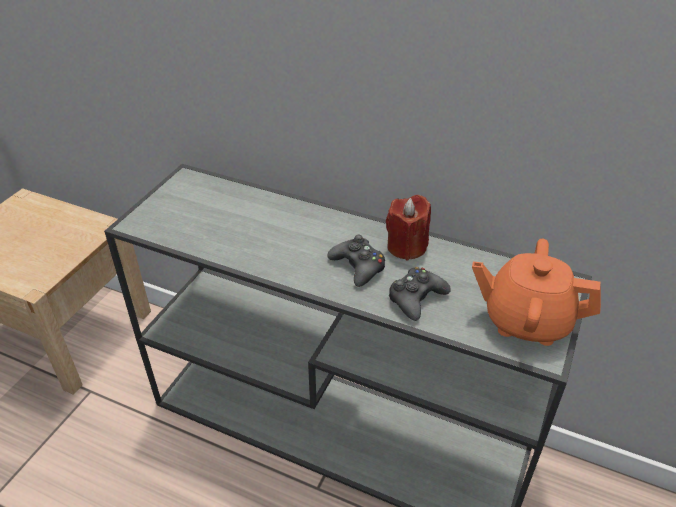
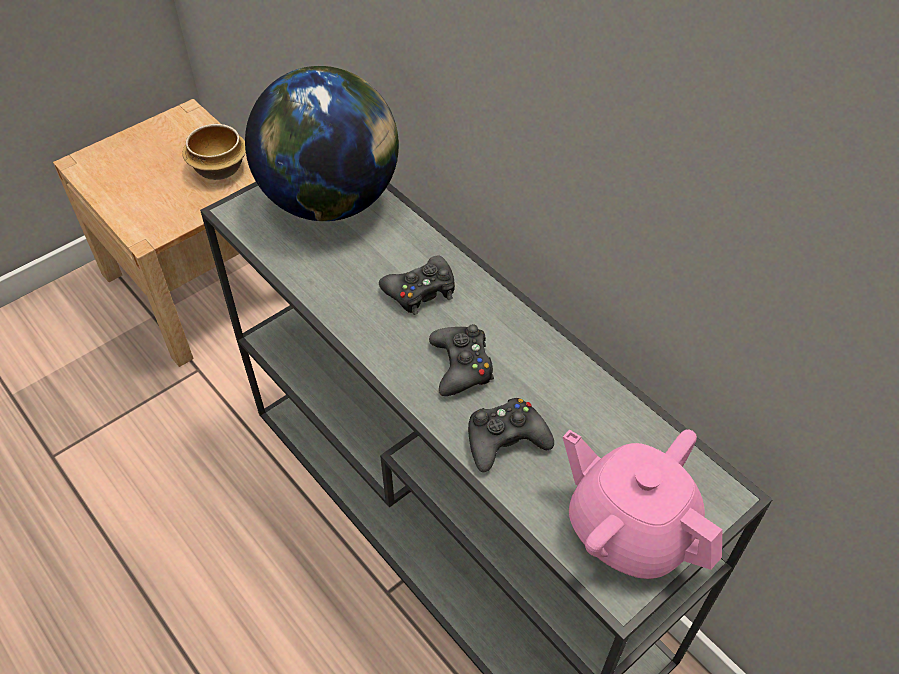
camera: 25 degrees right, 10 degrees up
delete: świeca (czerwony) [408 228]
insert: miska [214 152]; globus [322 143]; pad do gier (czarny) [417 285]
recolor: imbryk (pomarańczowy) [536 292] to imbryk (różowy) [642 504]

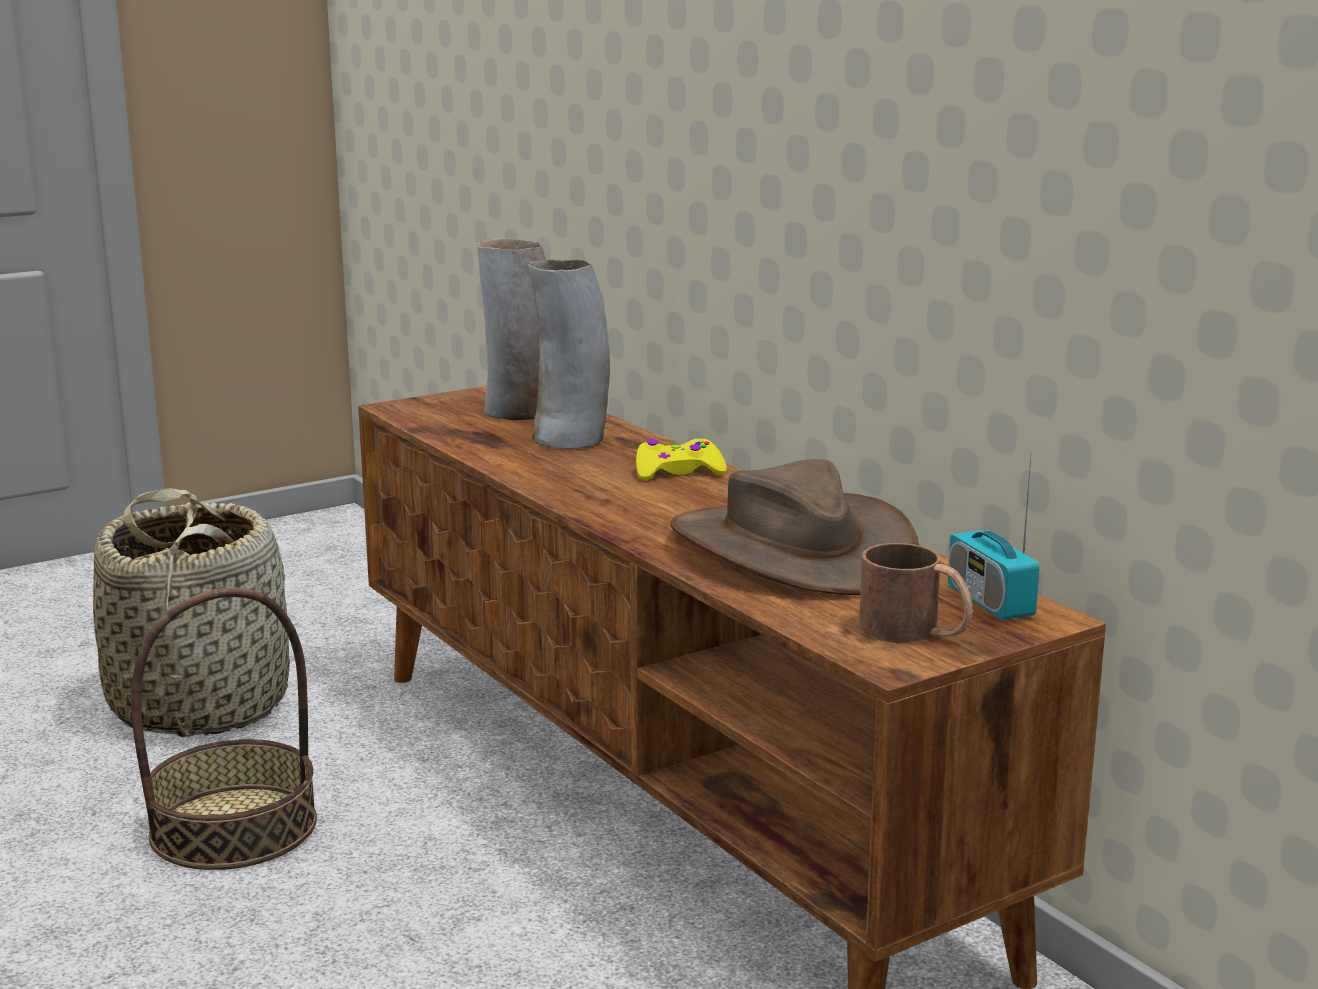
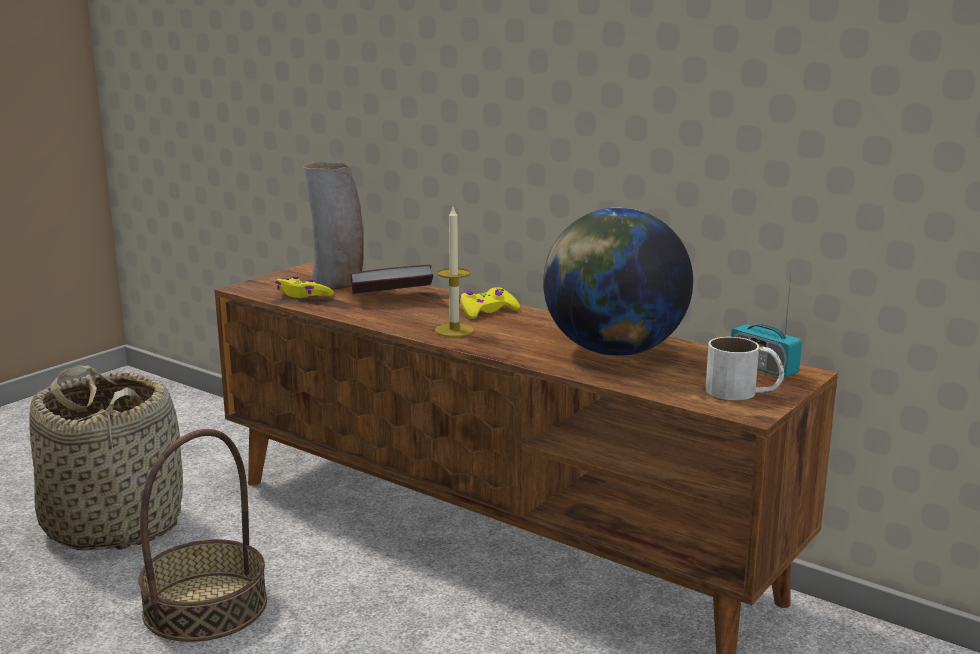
camera: 20 degrees left, 0 degrees up
insert: pad do gier (żółty) [304 287]; świeca [454 272]
replace: wazon [568 354] to książka [391 279]; kapelusz (brązowy) [794 527] to globus [618 282]
recolor: kubek (brązowy) [916 593] to kubek (biały) [744 368]

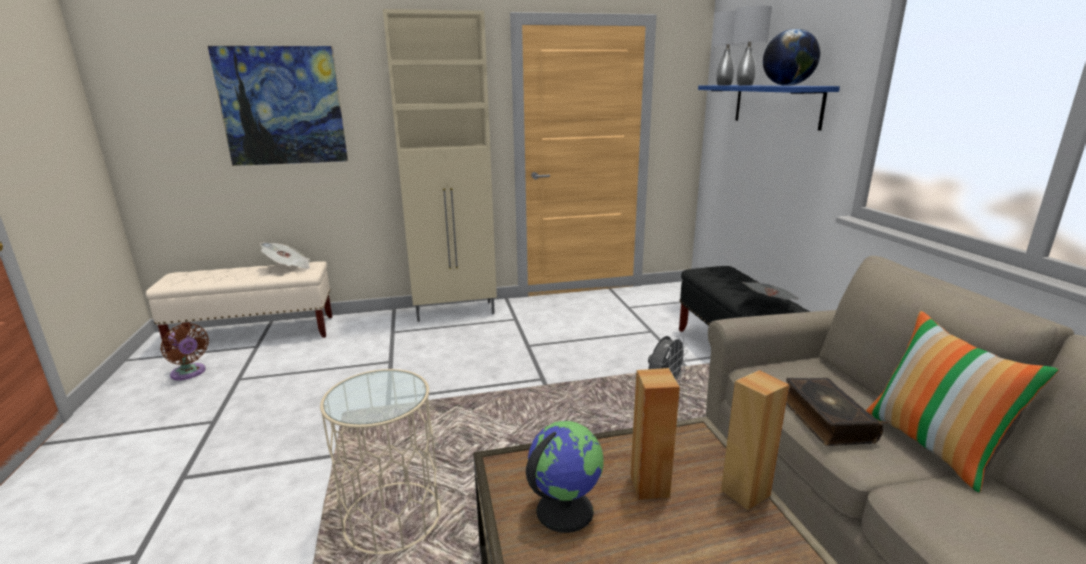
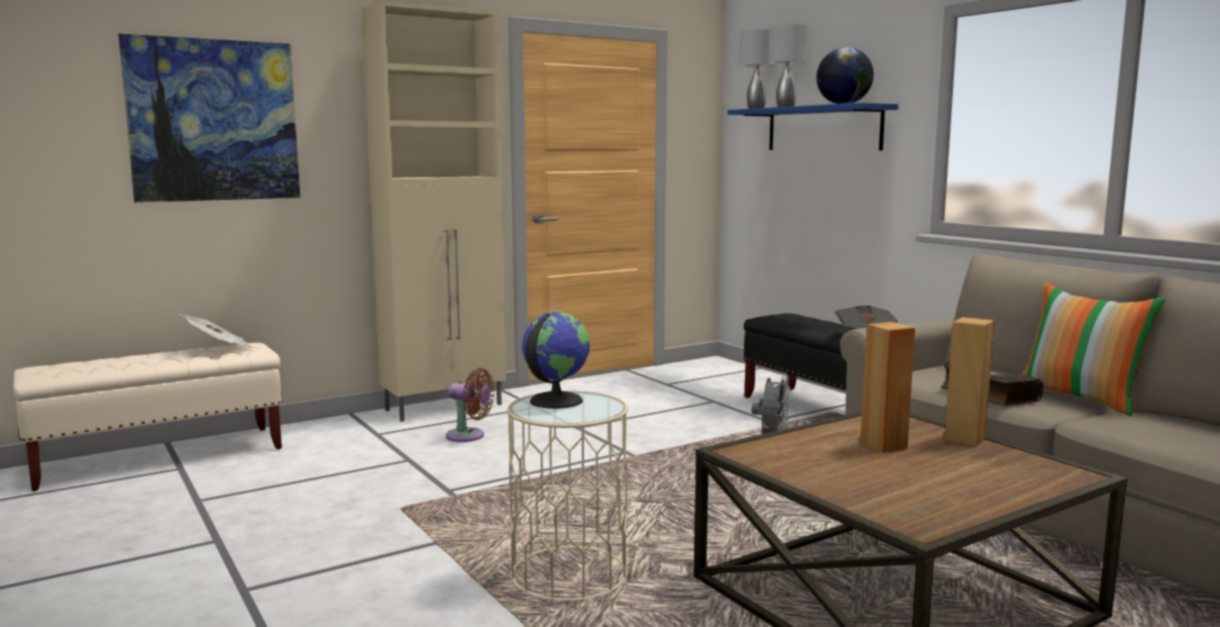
camera: 20 degrees left, 10 degrees down
move: wentylator (brązowy) [185 351] to [470 405]; globus [565 477] to [556 360]

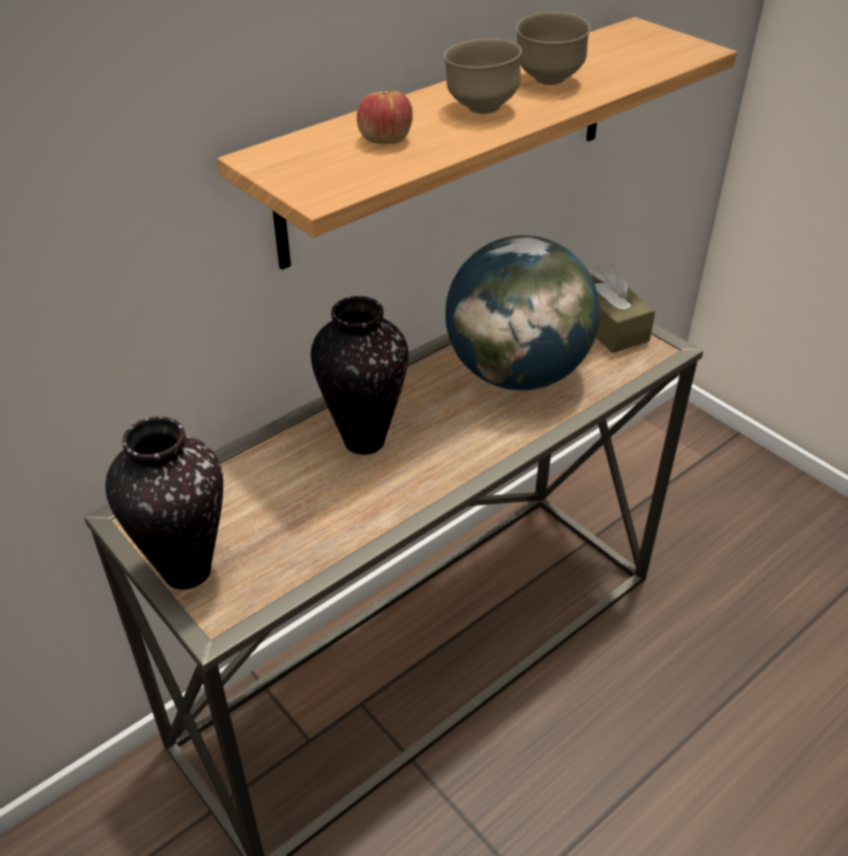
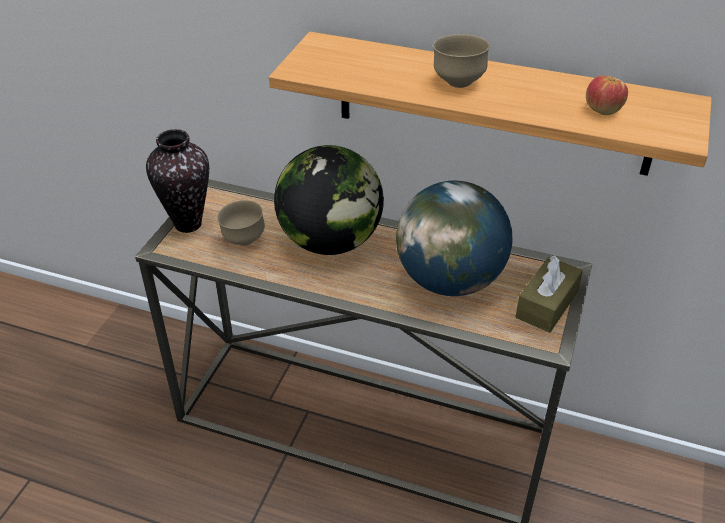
camera: 60 degrees right, 0 degrees up
move: jabłko [385 117] to [607 95]; miska (brązowy) [553 48] to [241 223]
replace: wazon [359 375] to globus [329 200]

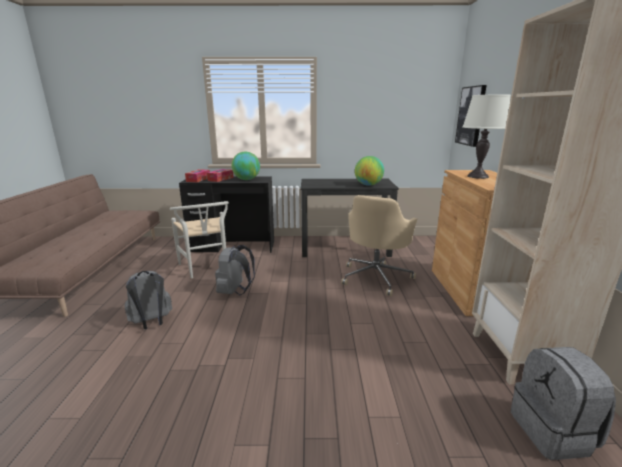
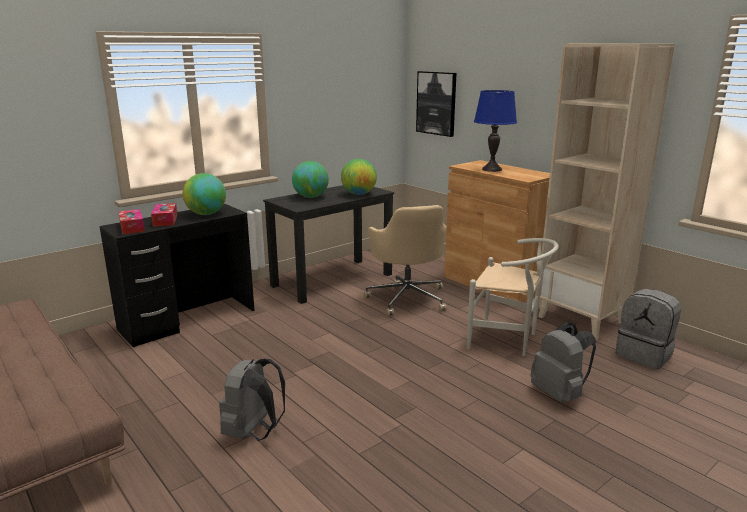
camera: 40 degrees left, 0 degrees up
insert: globus [310 179]
move: krzesło (biały) [199 239] to [513 297]; plecak (szary) [235 270] to [563 363]
recolor: lampa stołowa (biały) [487 136] to lampa stołowa (niebieski) [495 131]

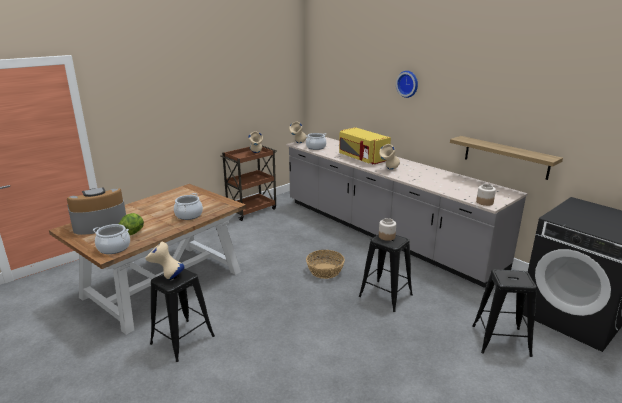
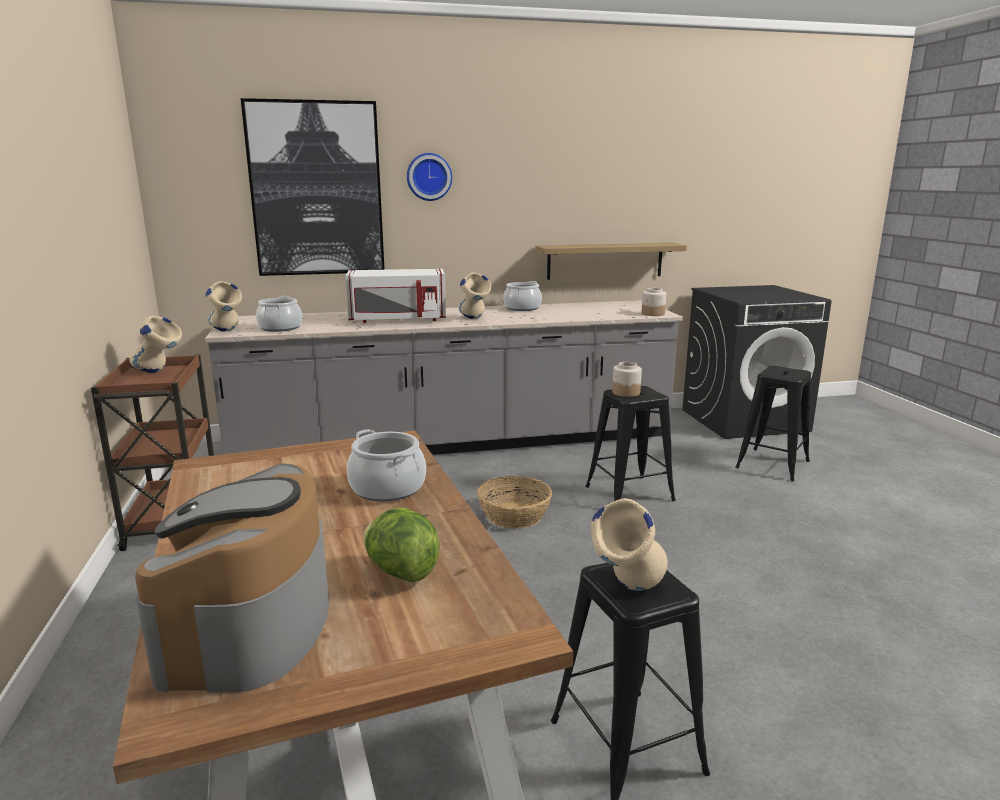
camera: 60 degrees left, 5 degrees down
insert: obraz [313 187]
move: garnek [111 239] to [522 296]
recolor: mikrofalówka (żółty) [365 145] to mikrofalówka (biały) [395 296]

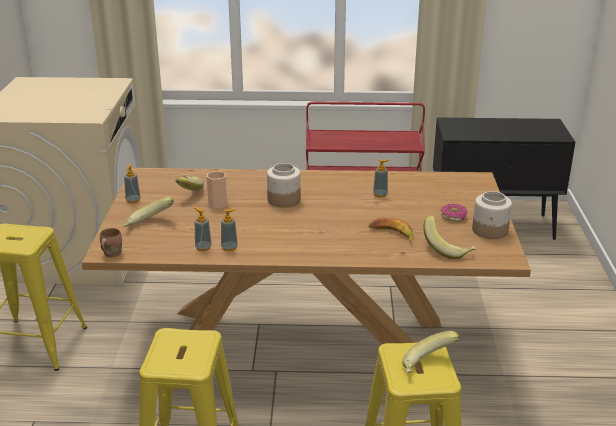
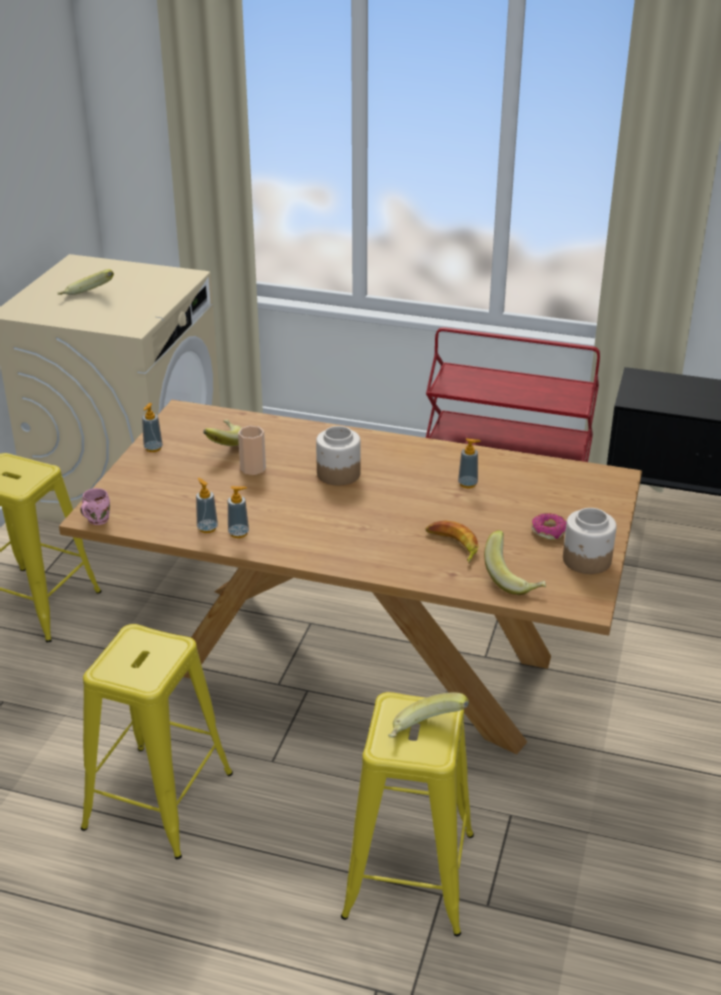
camera: 15 degrees right, 5 degrees up
move: banan [148 212] to [86 282]
recolor: kubek (brązowy) [111 242] to kubek (różowy) [95 506]

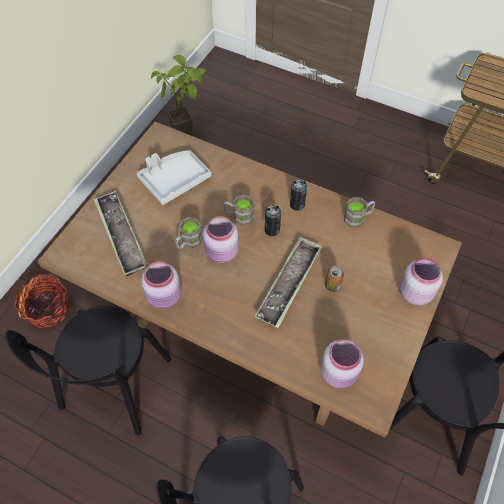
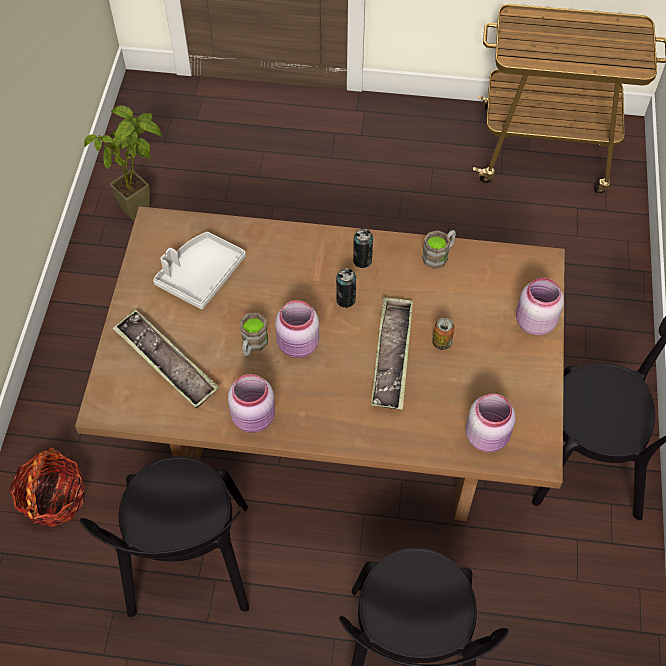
camera: 20 degrees left, 0 degrees up
delete: kubek (brązowy) [238 210]

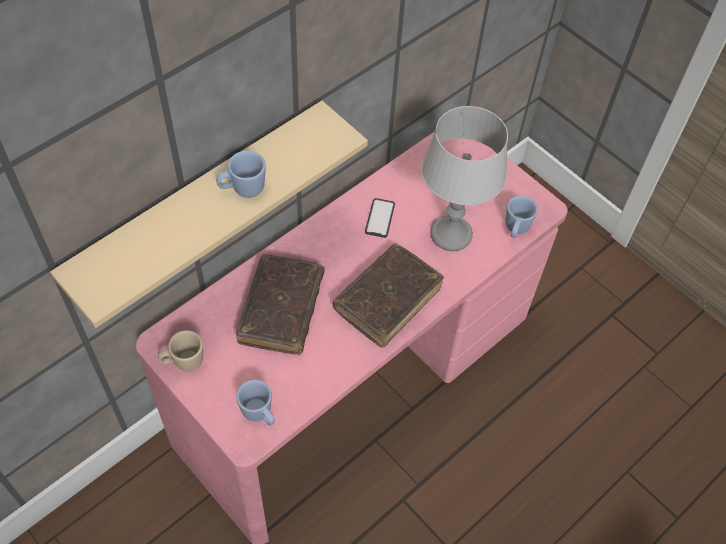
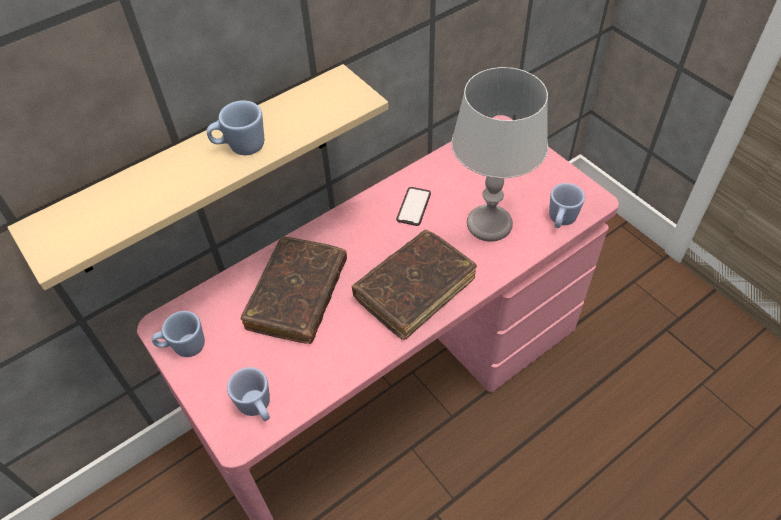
camera: 10 degrees right, 5 degrees down
recolor: kubek (beżowy) [180 350] to kubek (niebieski) [178 334]

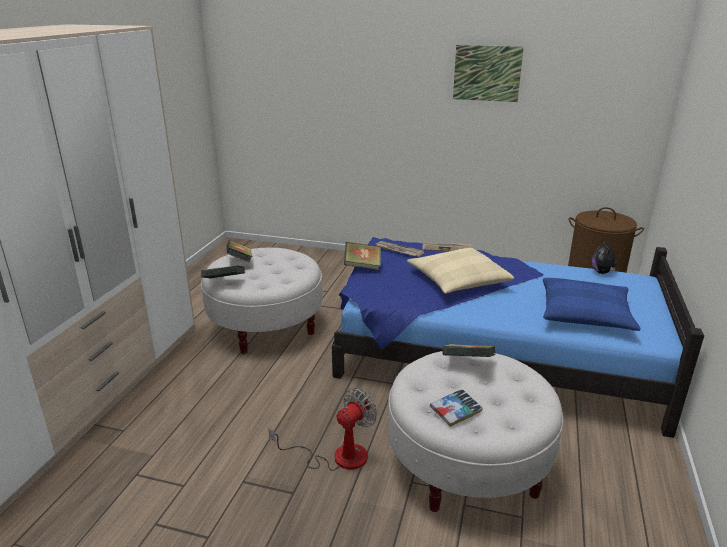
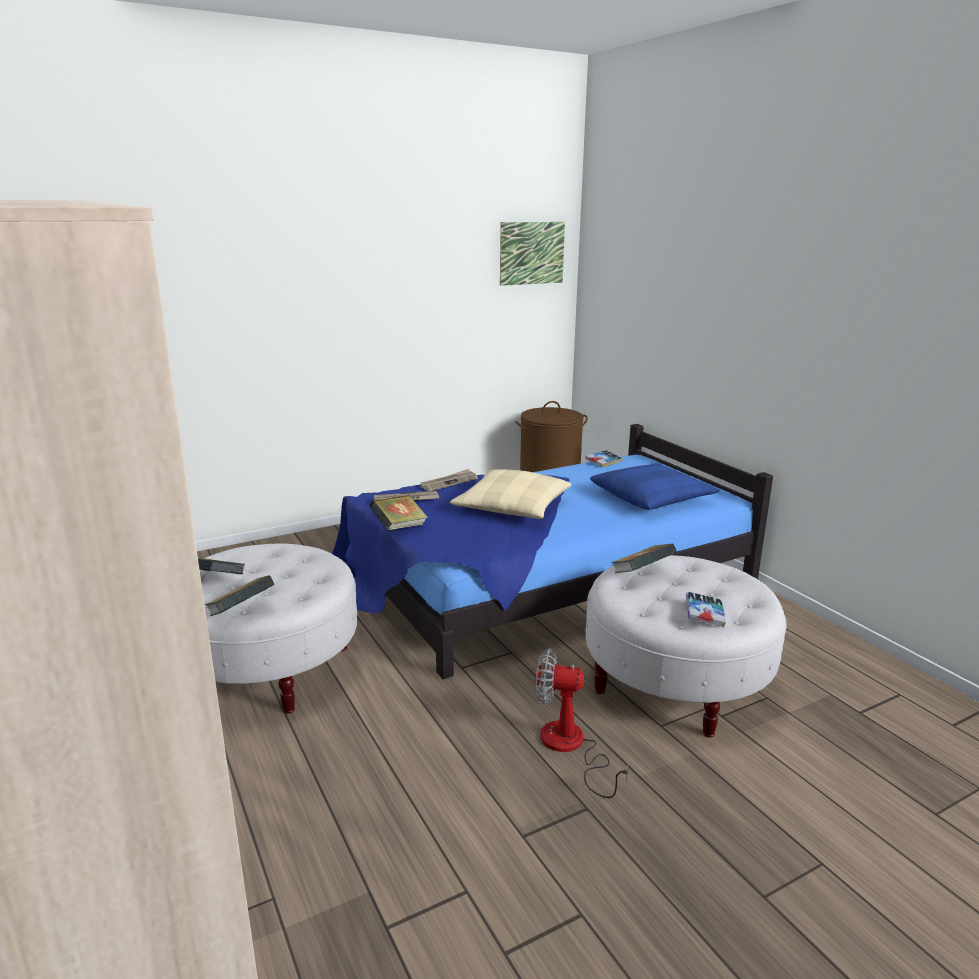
camera: 45 degrees left, 5 degrees down
move: obraz [488 73] to [532 254]
replace: pluszak [605 257] to książka [604 459]
rotate: wentylator [323 429] = [582 723] 75 degrees counterclockwise

